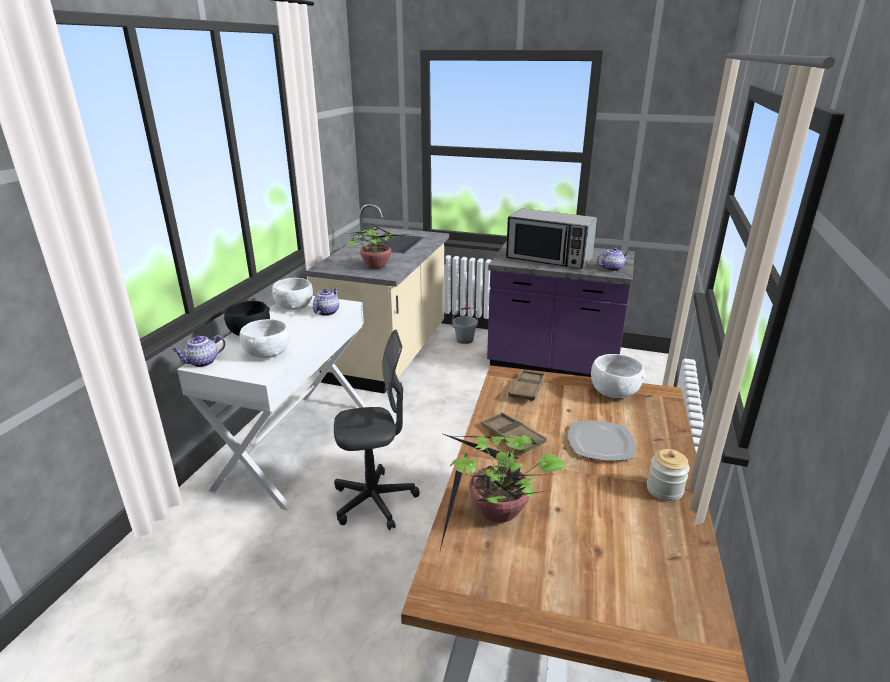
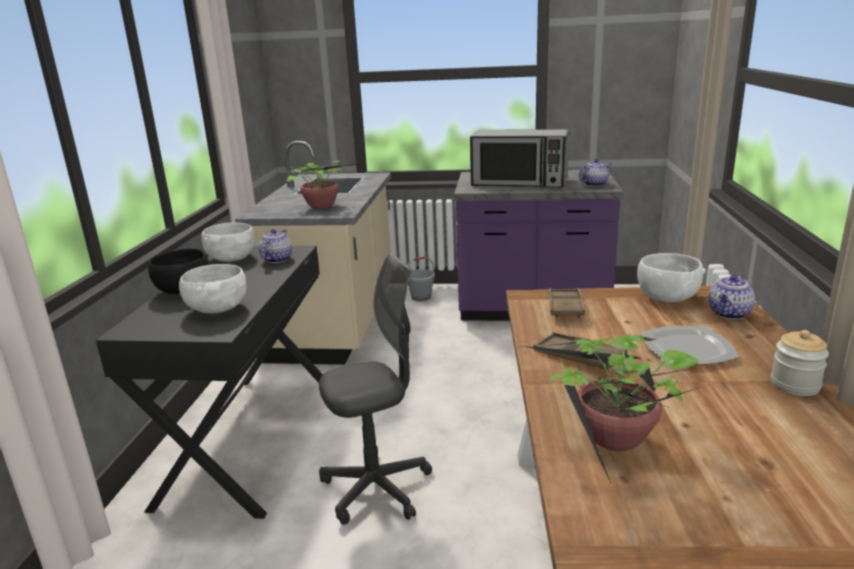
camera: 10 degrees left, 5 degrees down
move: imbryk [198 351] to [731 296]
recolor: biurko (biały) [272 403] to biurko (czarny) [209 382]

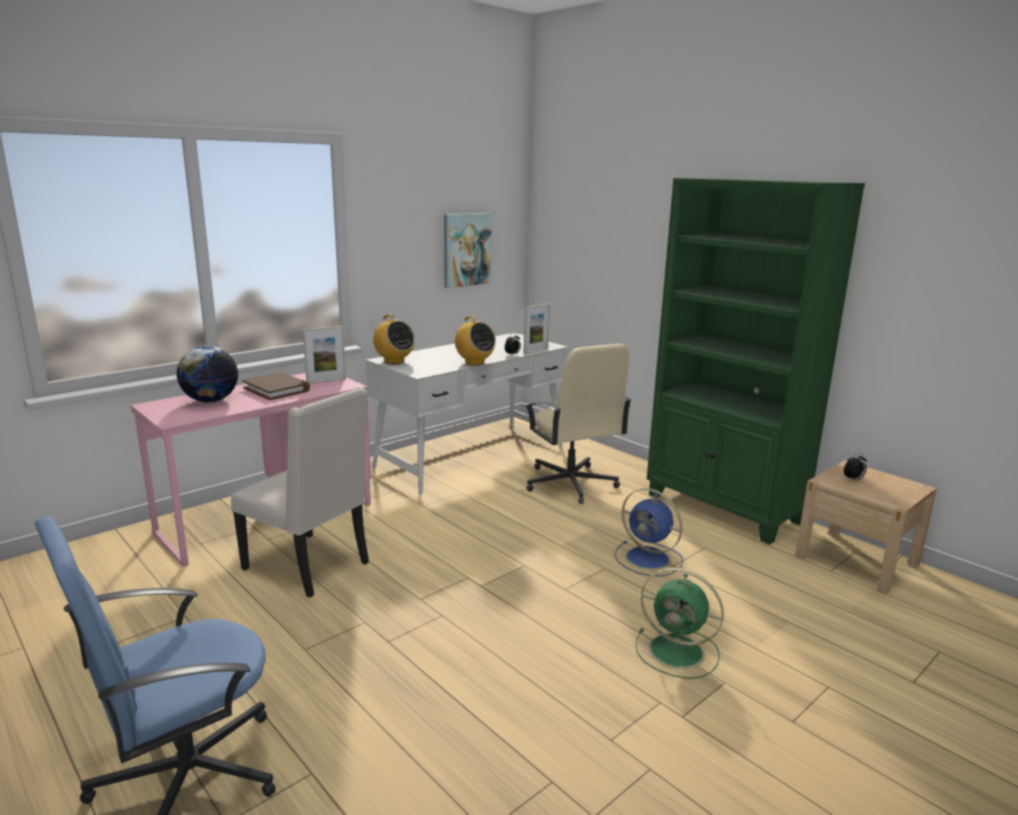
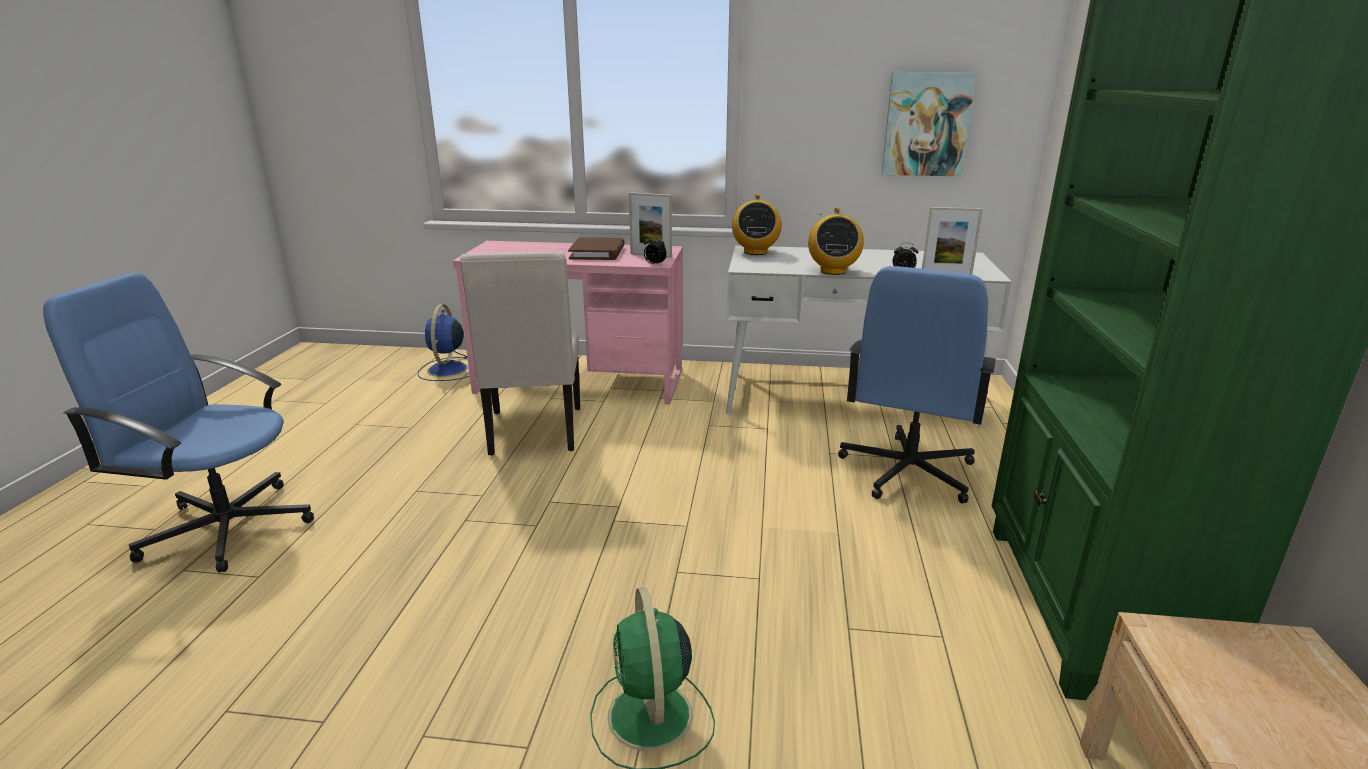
camera: 50 degrees right, 5 degrees up
delete: globus [207 373]
move: wentylator (niebieski) [648 532] to [444 342]; budzik [855 467] to [655 250]
recolor: krzesło biurowe (beżowy) [578 424] to krzesło biurowe (niebieski) [917 384]

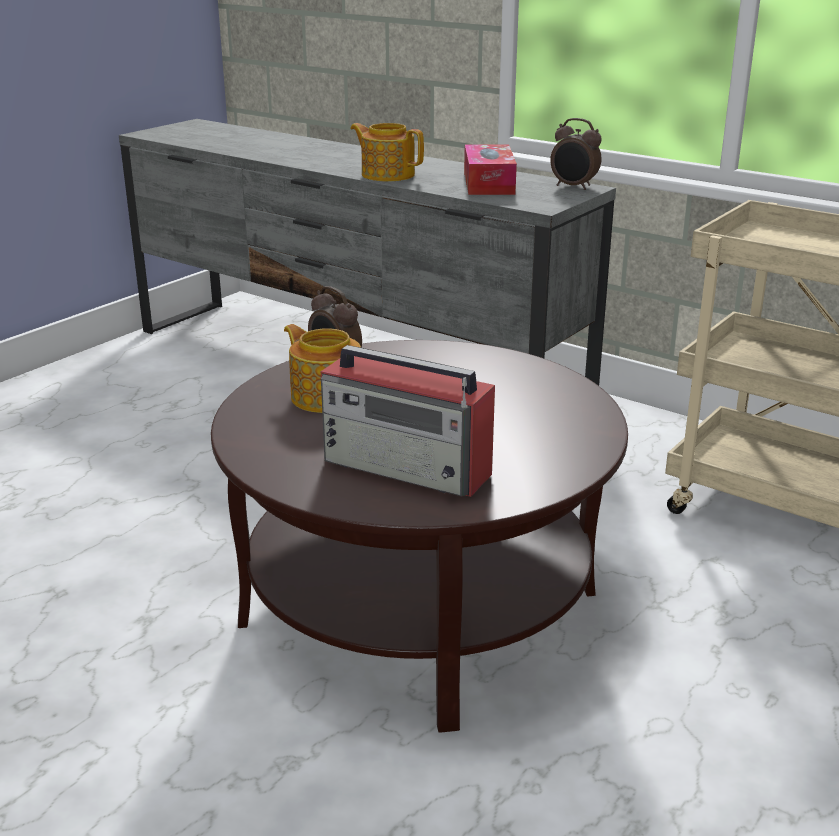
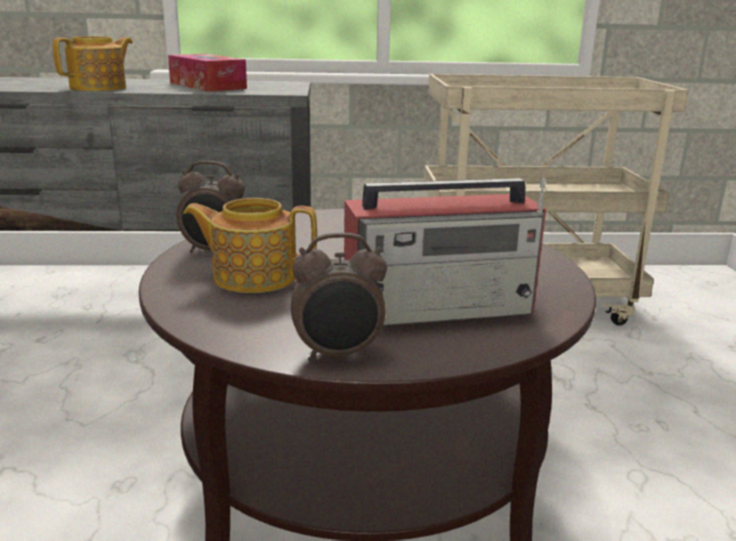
camera: 40 degrees left, 5 degrees down
move: budzik [576 154] to [339 297]
rotate: imbryk [387 152] = [92 63] 135 degrees clockwise

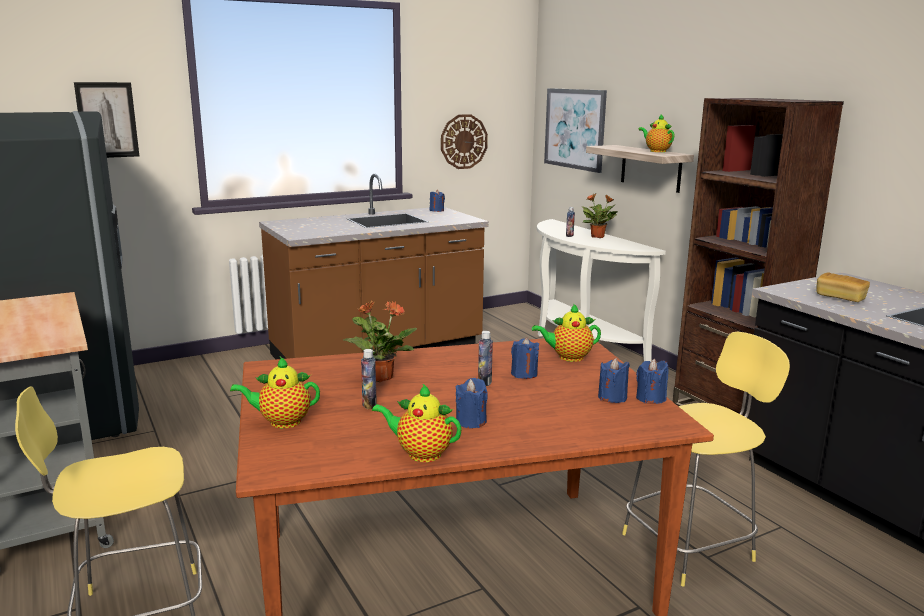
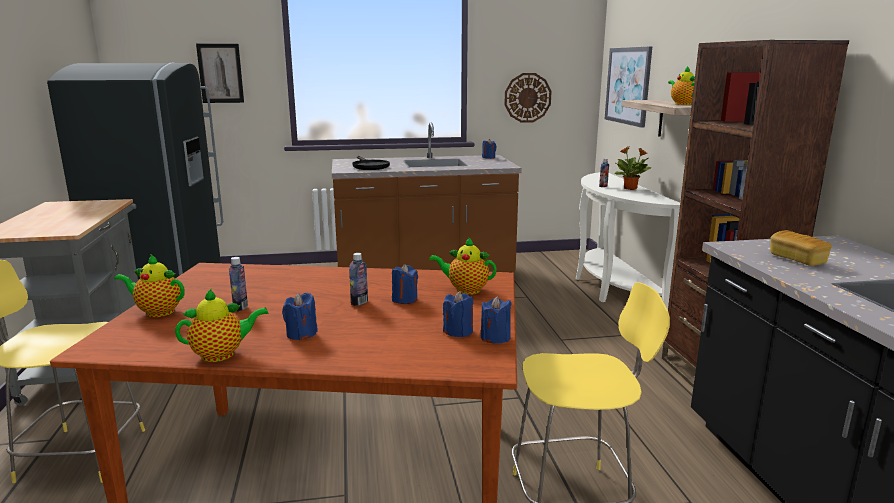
camera: 20 degrees right, 0 degrees up
delete: roślina doniczkowa [380 341]
insert: patelnia (czarny) [371 163]
rotate: imbryk [417 423] = [221 325] 120 degrees clockwise

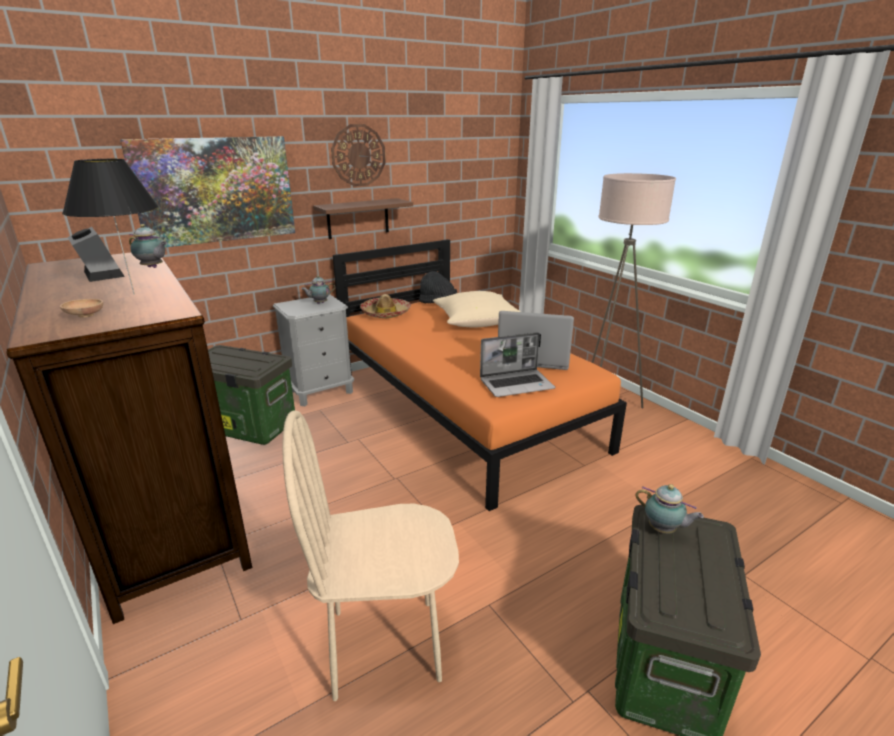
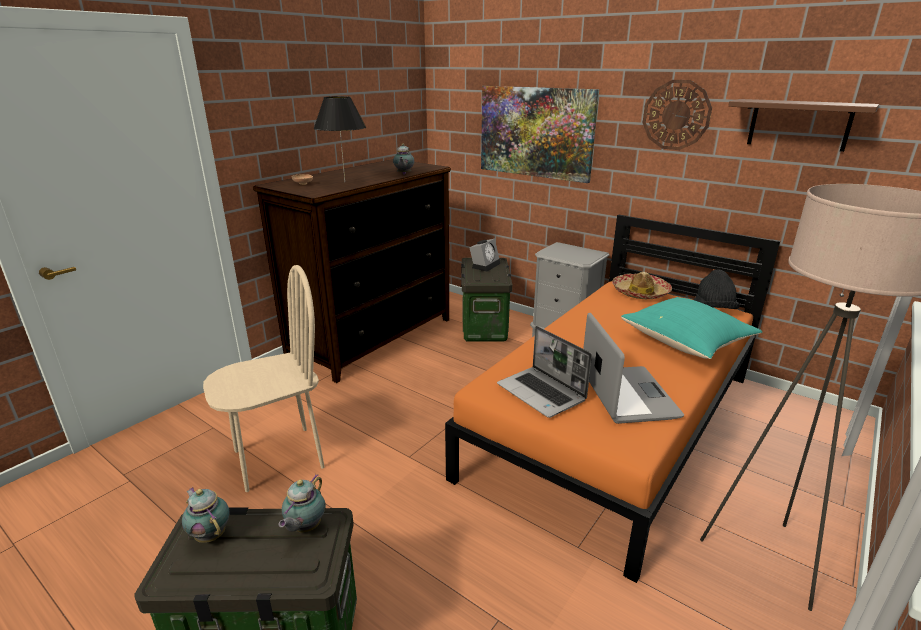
camera: 70 degrees right, 0 degrees up
move: budzik [96 254] to [485 255]; imbryk [318 289] to [205 515]; półka (brązowy) [363 218] to [803 125]
recolor: poduszka (beżowy) [477 309] to poduszka (turkusowy) [691 328]
rotate: krzesło (beżowy) [370 555] = [263 378] 90 degrees clockwise

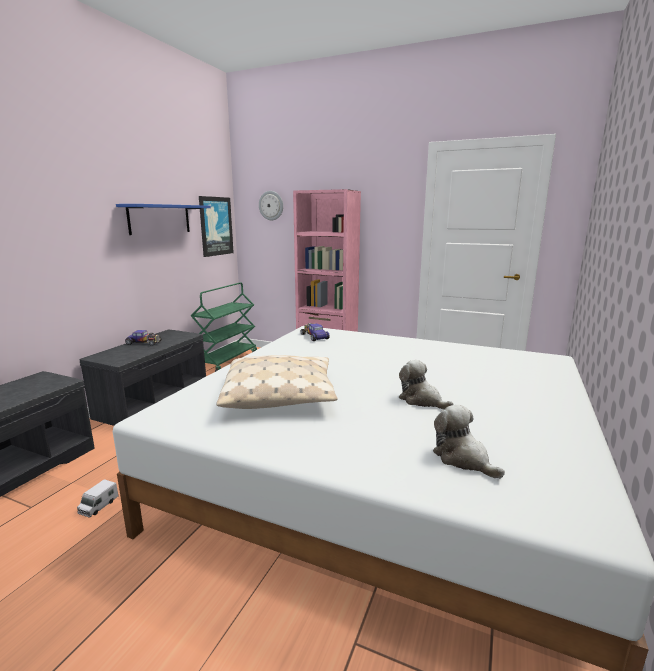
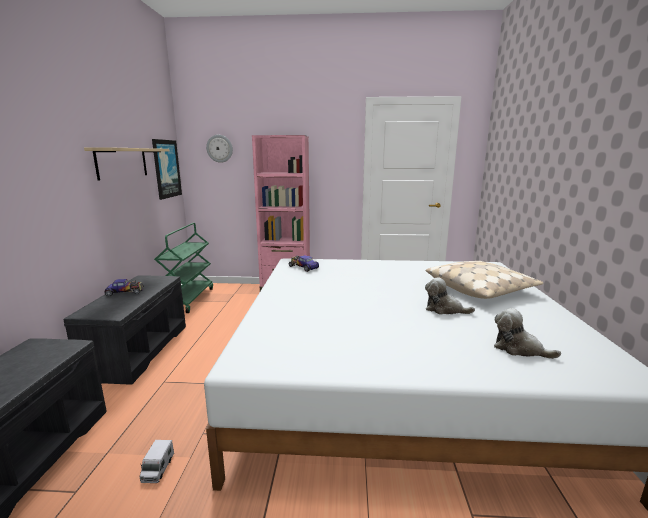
camera: 20 degrees left, 0 degrees up
move: poduszka (beżowy) [277 382] to [485 280]
recolor: półka (niebieski) [163 219] to półka (beżowy) [126 164]

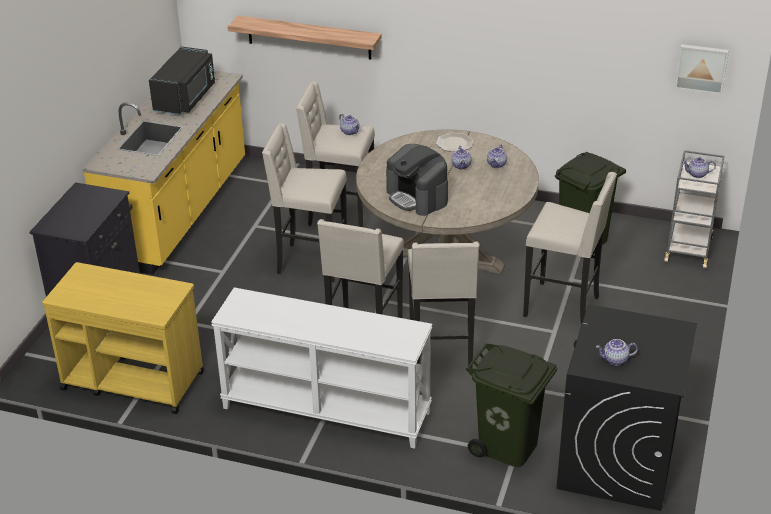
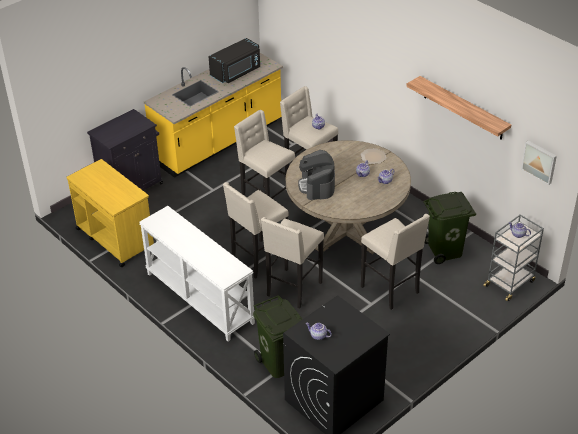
camera: 30 degrees right, 5 degrees up
move: półka [304 38] to [458 108]

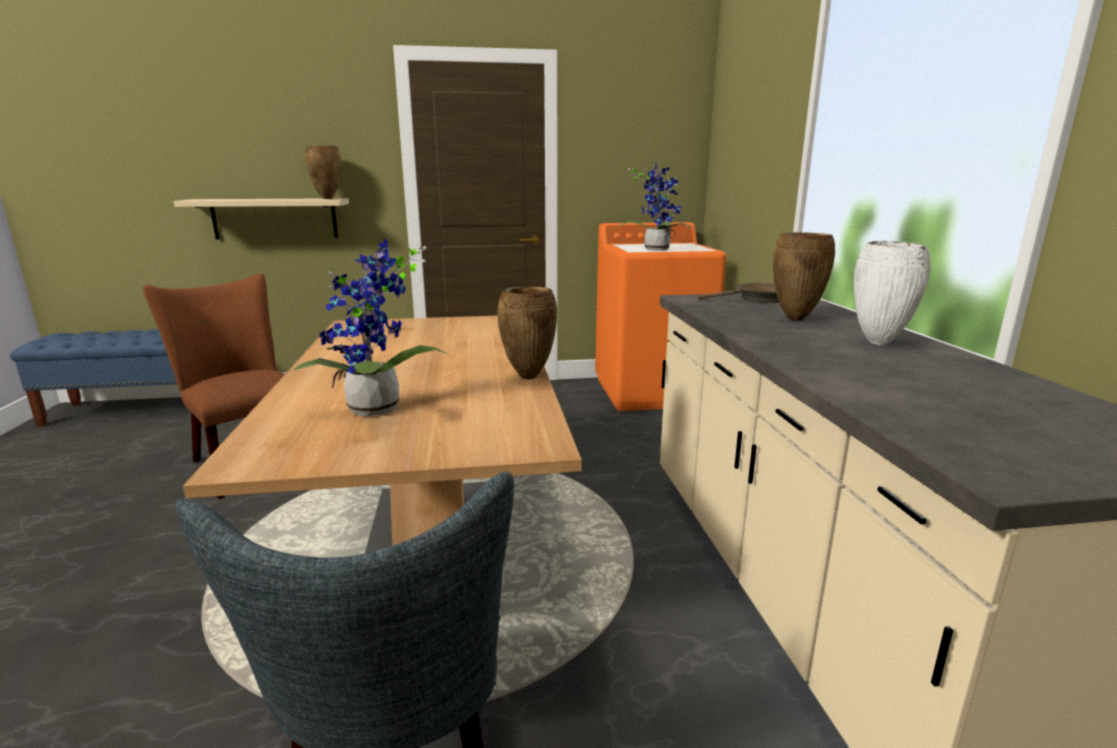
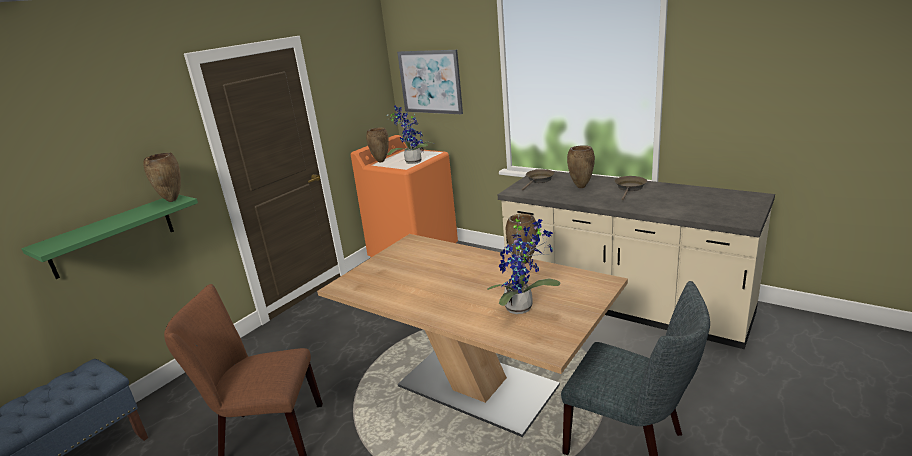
camera: 45 degrees left, 5 degrees up
insert: wazon (brązowy) [377 144]; obraz [430 82]
replace: wazon (biały) [892 293] to patelnia (brązowy) [631 188]
recolor: półka (beżowy) [261 219] to półka (zielony) [109 237]

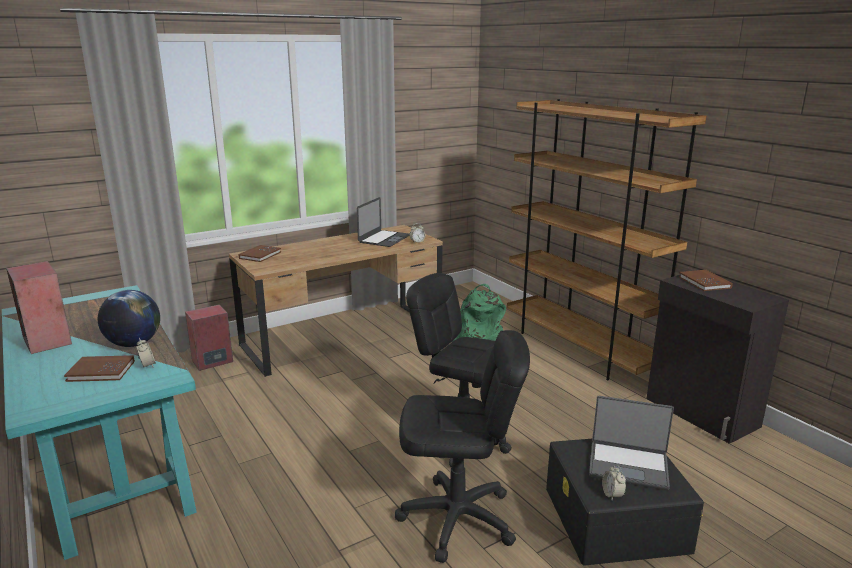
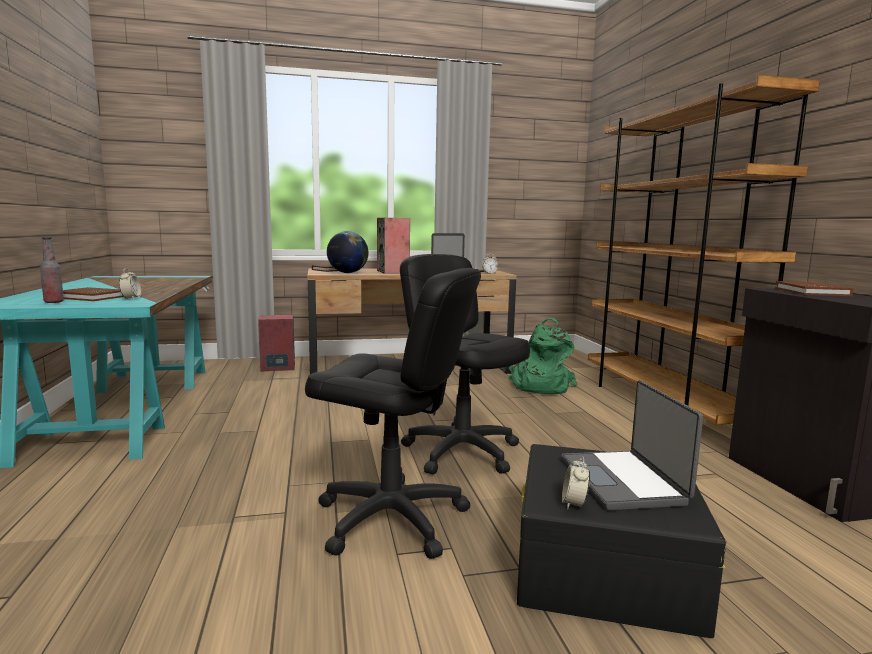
camera: 20 degrees right, 10 degrees down
insert: butelka [52 270]
move: głośnik [39 307] to [393 246]; globus [129 318] to [348 252]
rotate: laptop [631 443] = [632 445] 45 degrees clockwise

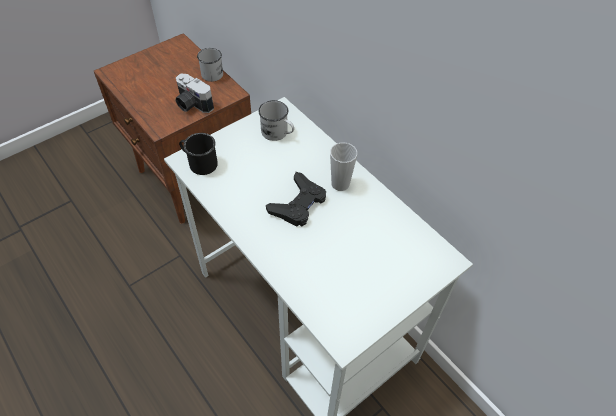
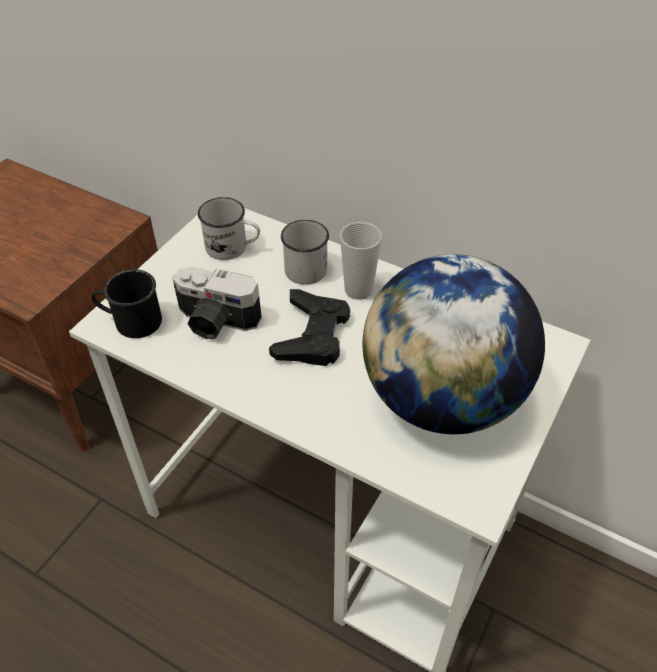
camera: 20 degrees left, 5 degrees down
insert: globus [453 344]
move: aparat fotograficzny [194 93] to [217 303]; kubek (biały) [210 65] to [305 252]

